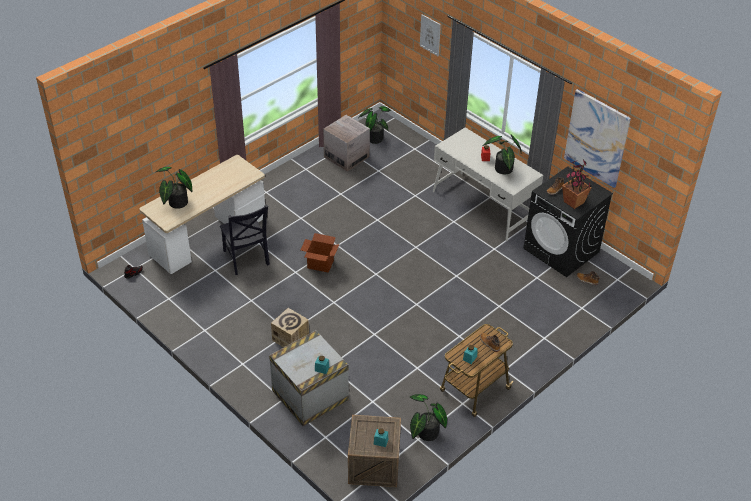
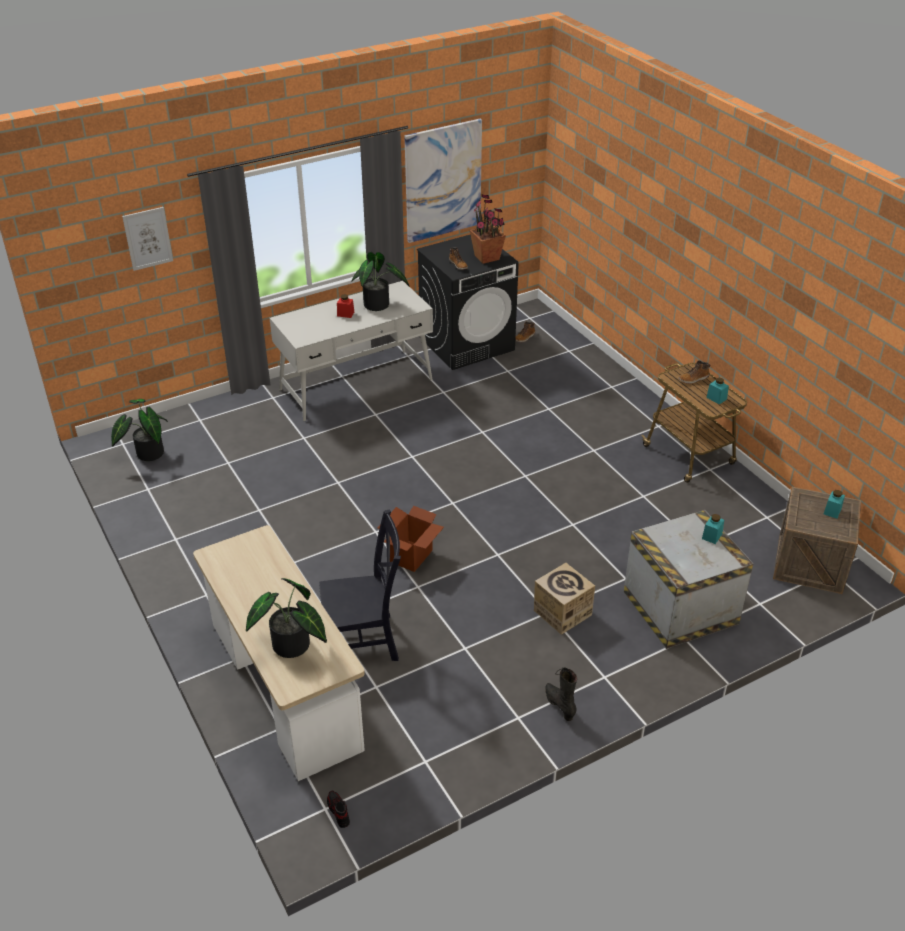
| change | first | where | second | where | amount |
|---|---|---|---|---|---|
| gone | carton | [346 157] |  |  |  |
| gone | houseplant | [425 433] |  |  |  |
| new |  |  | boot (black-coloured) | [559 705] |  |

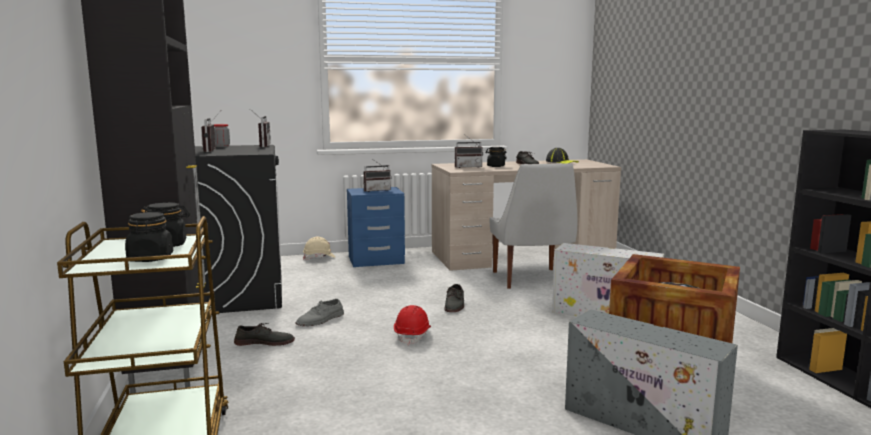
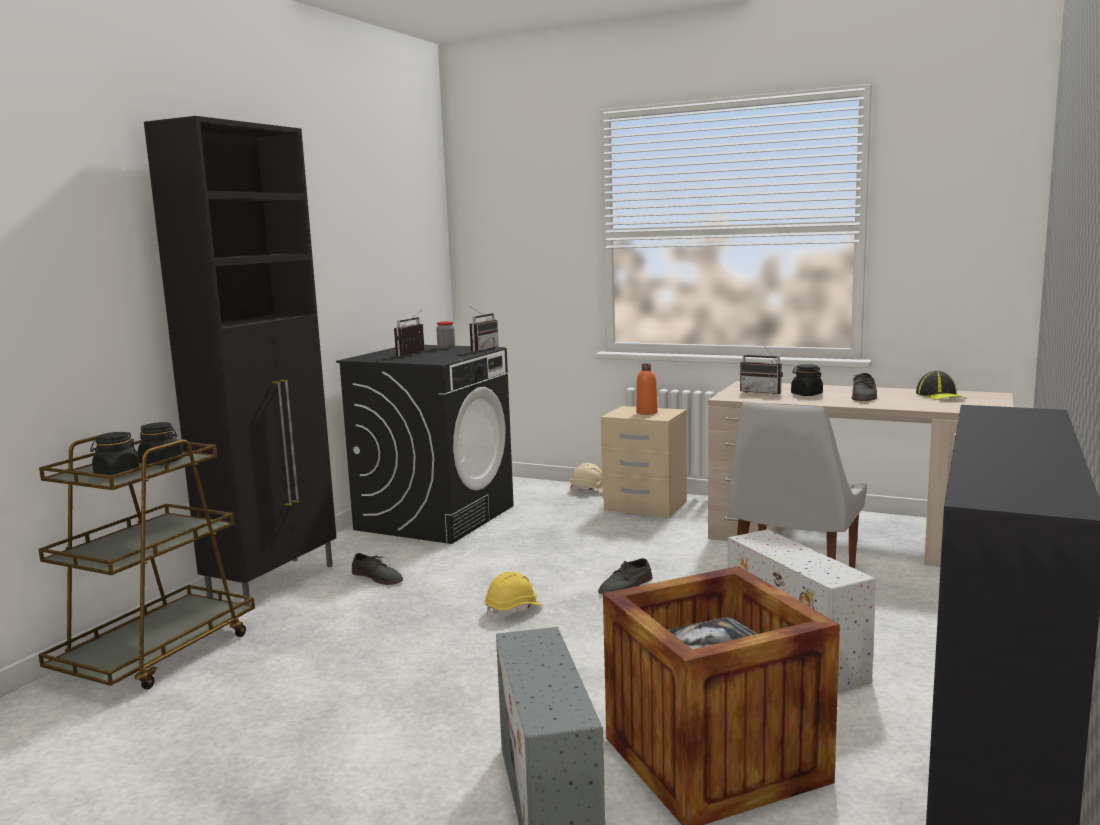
| change | first | where | second | where | amount |
|---|---|---|---|---|---|
| swapped | radio set | [376 190] | drink bottle (orange) | [646 412] |  |
| repainted | bedside table (blue-coloured) | [376 260] | bedside table (sand-coloured) | [645 506] |  |
| gone | item of footwear (gray) | [320 320] |  |  |  |
| repainted | hard hat (reddish) | [413 335] | hard hat (yellow-coloured) | [513 610] |  |

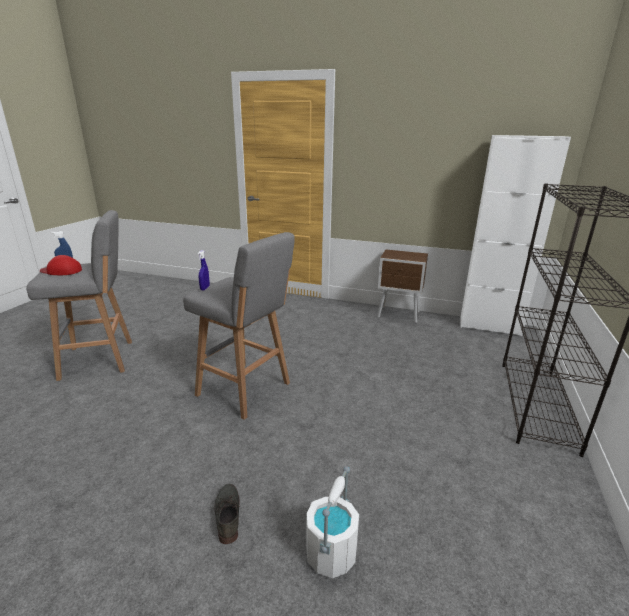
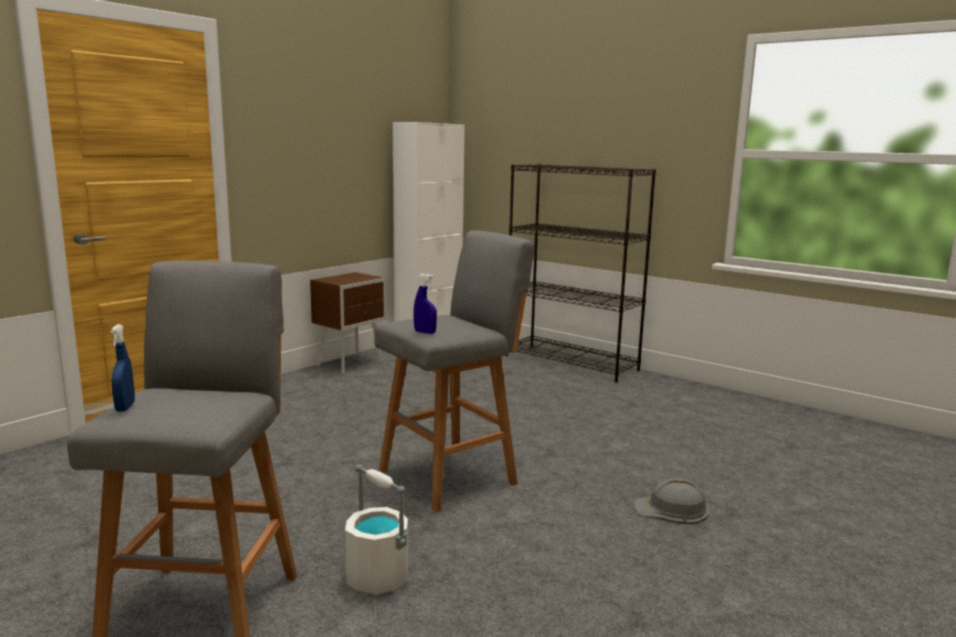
| change | first | where | second | where | amount |
|---|---|---|---|---|---|
| gone | baseball cap (reddish) | [61 271] |  |  |  |
| shifted | bucket (whitish) | [331 554] |  | [378 578] |  |
| swapped | item of footwear (gray) | [227 514] | hard hat (gray) | [672 509] |  |

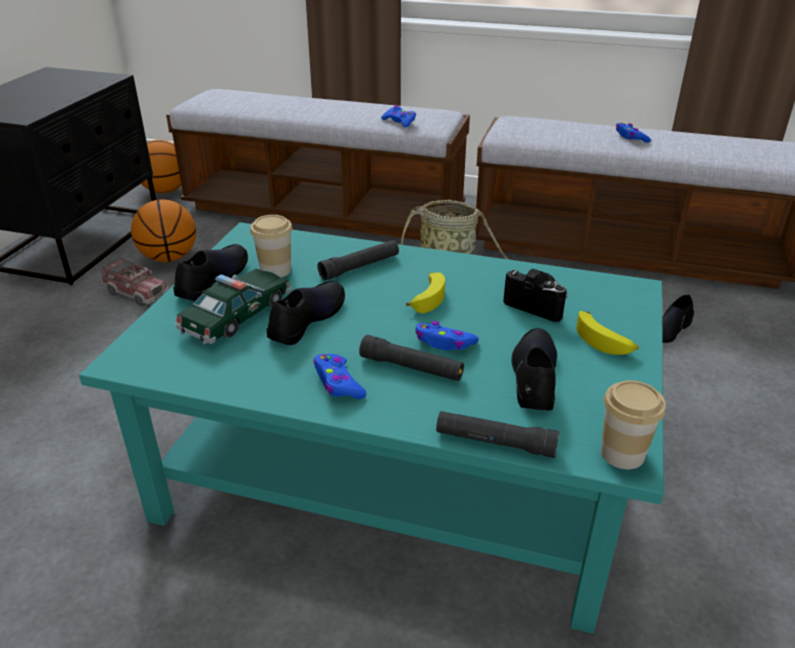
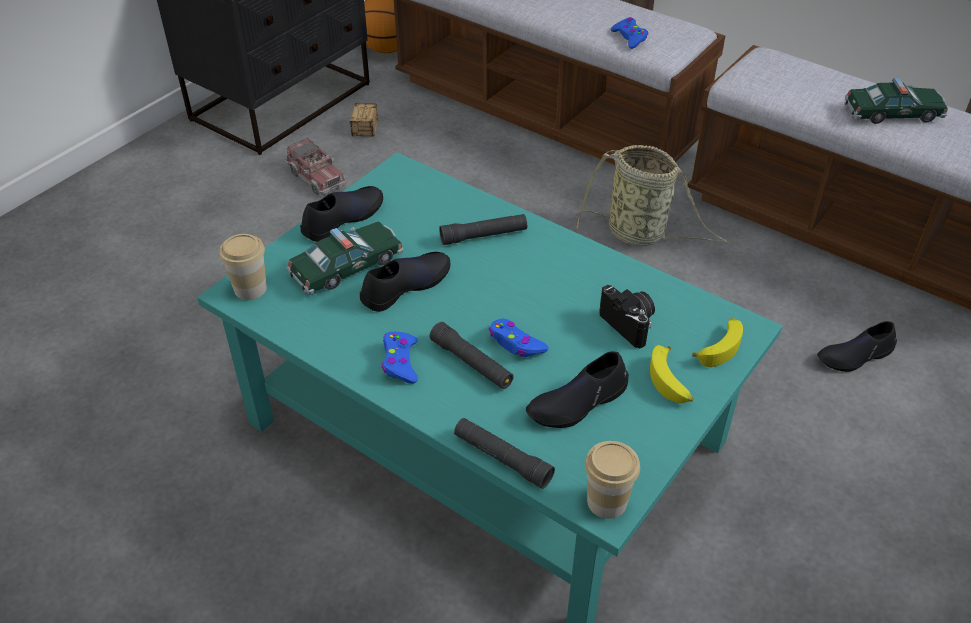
| change | first | where | second | where | amount |
|---|---|---|---|---|---|
| swapped | gamepad (blue-coloured) | [630 137] | miniature car | [892 113] |  |
| swapped | ball for basketball | [169 258] | storage box | [362 141] |  |
| shifted | small cup | [275 270] |  | [250 288] |  |
| shifted | whole banana | [427 297] |  | [719 346] |  |
| rotated | item of footwear (black-coloured) | [534 376] |  | [577 402] | 150 degrees counterclockwise |

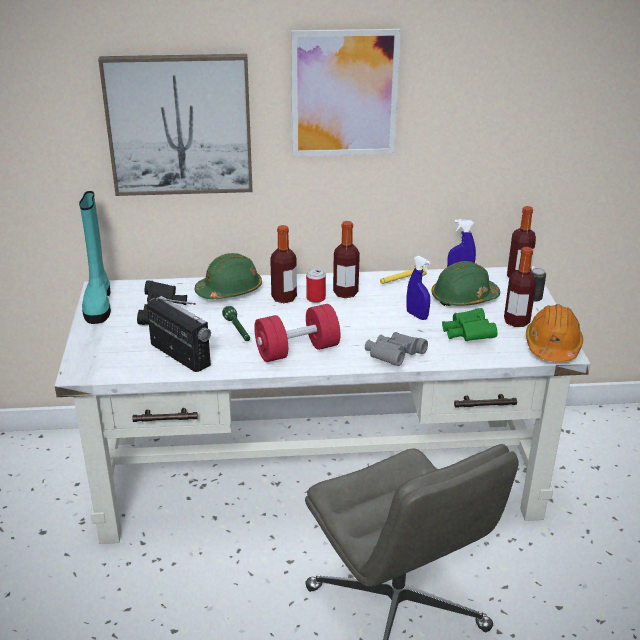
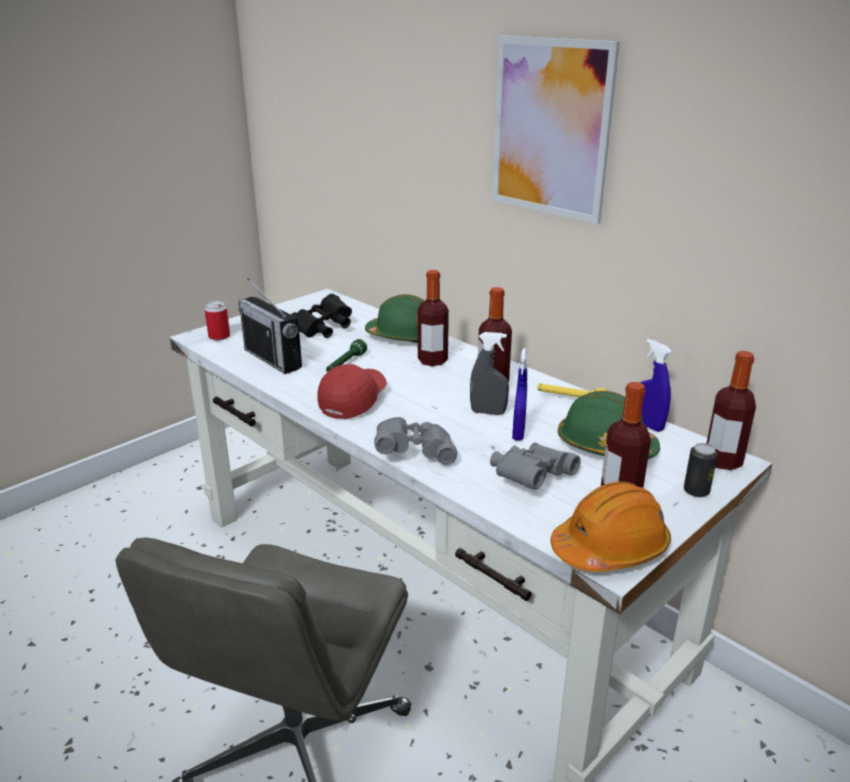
| change | first | where | second | where | amount |
|---|---|---|---|---|---|
| gone | picture | [179 125] |  |  |  |
| gone | boot (turquoise-coloured) | [98 303] |  |  |  |
| shifted | metal can | [316 298] |  | [219 337] |  |
| rotated | radio set | [180 355] |  | [272 359] | 135 degrees clockwise |
| swapped | dumbbell (reddish) | [297 350] | baseball cap (reddish) | [353 401] |  |
| repainted | field glasses (green) | [467 335] | field glasses (gray) | [531 478] |  |
| new |  |  | hand sprayer (gray) | [488 412] |  |

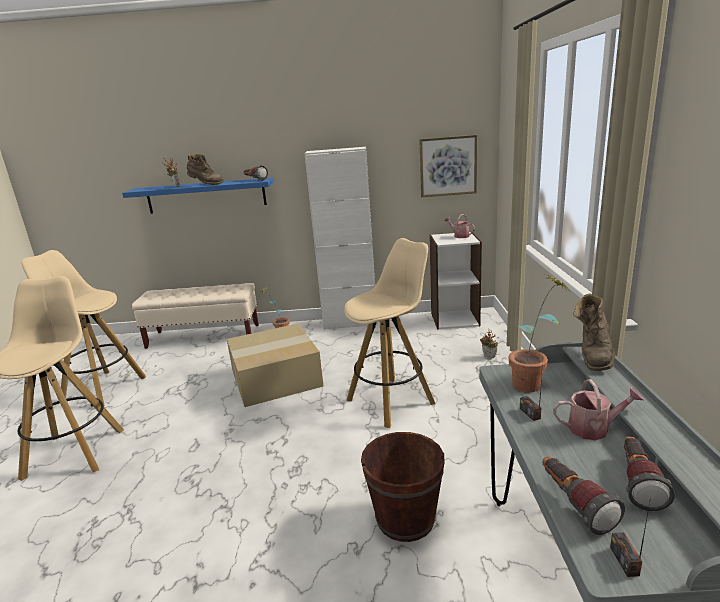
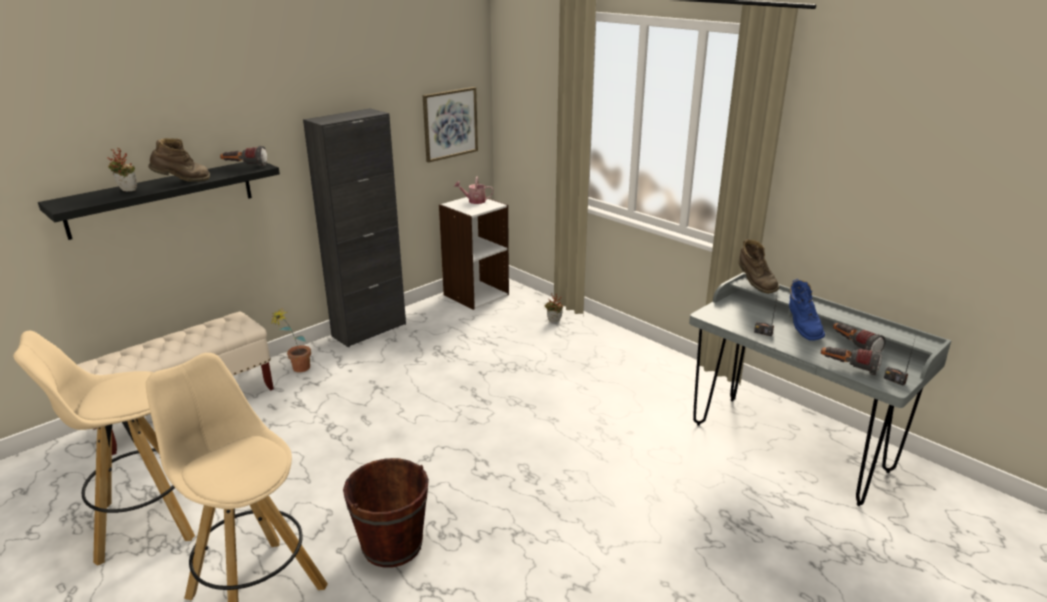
| change | first | where | second | where | amount |
|---|---|---|---|---|---|
| repainted | cabinet (whitish) | [350 323] | cabinet (black-coloured) | [369 330] |  |
| repainted | shelf (blue-coloured) | [206 196] | shelf (black-coloured) | [162 198] |  |
| gone | stool seat (sand-coloured) | [391 401] |  |  |  |
| gone | houseplant | [534 383] |  |  |  |
| gone | carton | [275 379] |  |  |  |
| swapped | watering can | [594 428] | boot (blue-coloured) | [801 328] |  |
| shifted | bucket (brownish) | [405 518] |  | [392 545] |  |

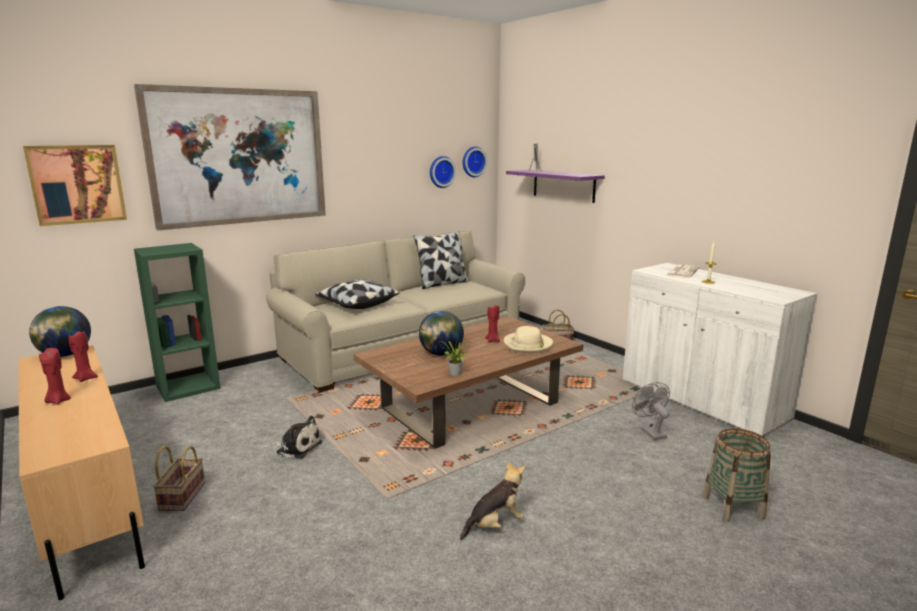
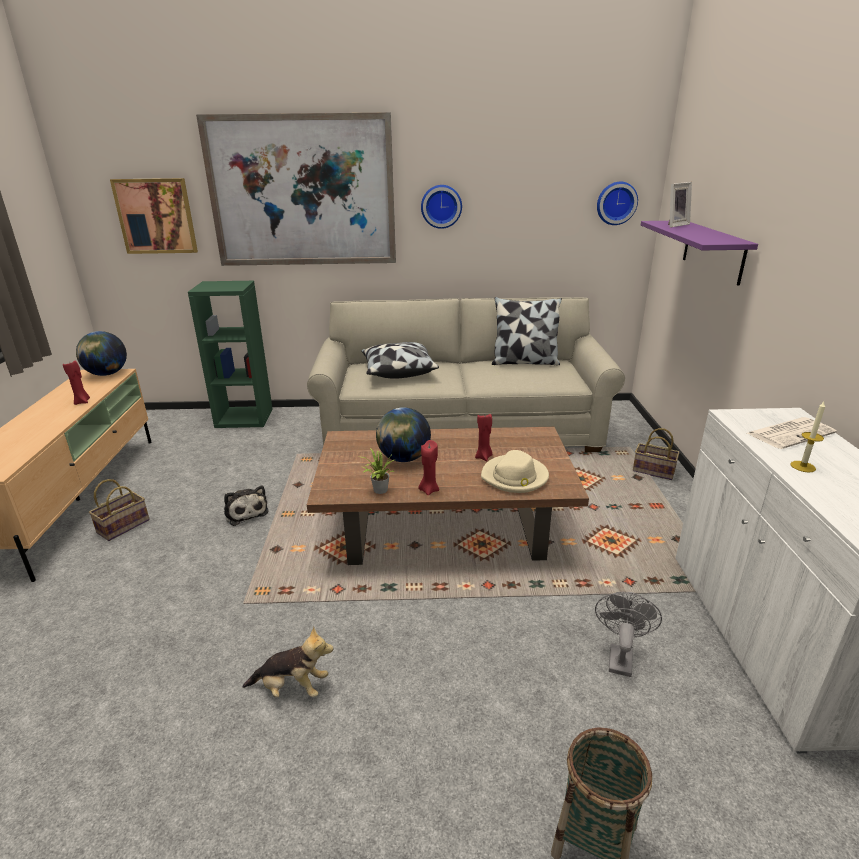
| change | first | where | second | where | amount |
|---|---|---|---|---|---|
| shifted | wall clock | [441 172] |  | [441 206] |  |
| shifted | wax light (reddish) | [58 401] |  | [429 490] |  |

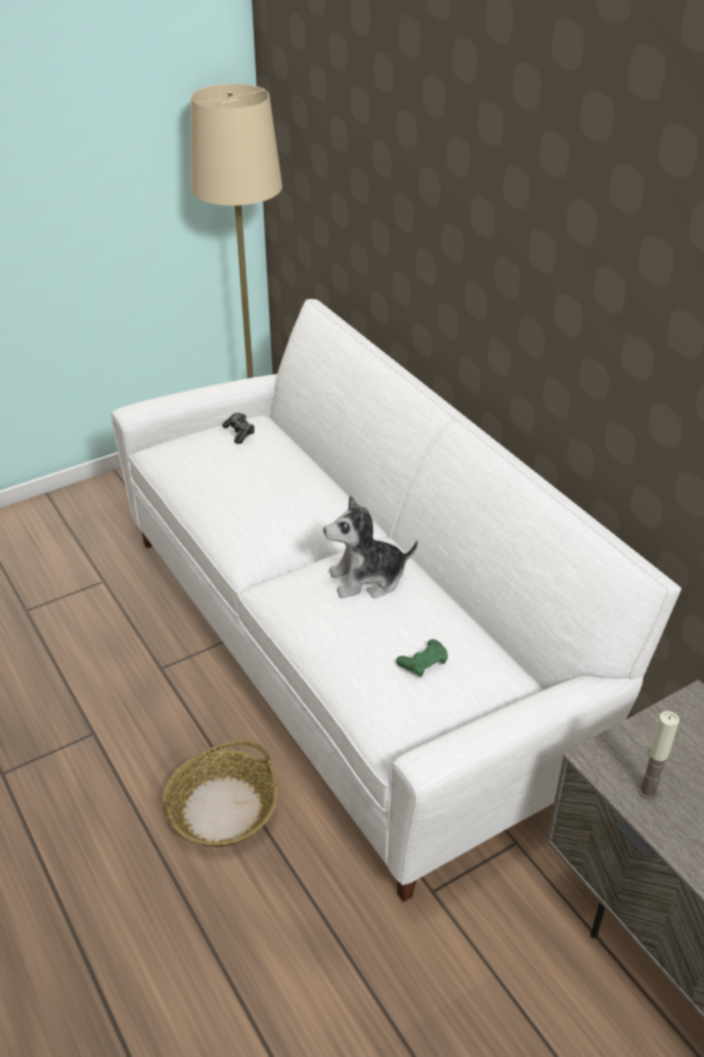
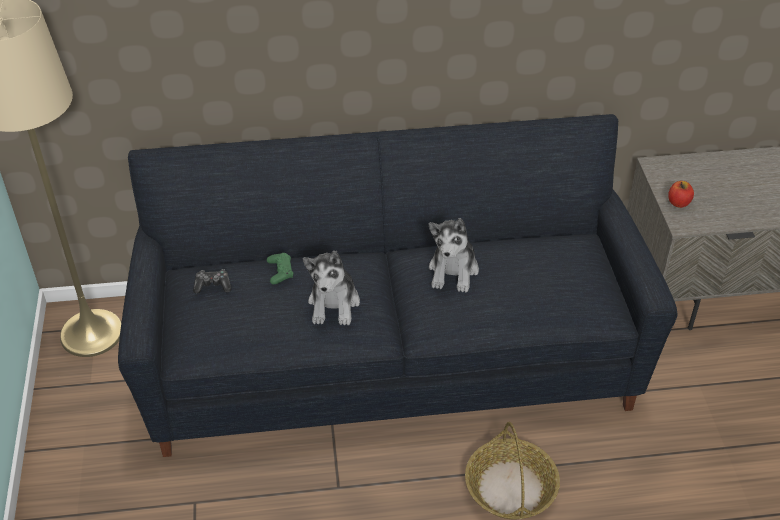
| change | first | where | second | where | amount |
|---|---|---|---|---|---|
| repainted | settee (whitish) | [352 648] | settee (black-coloured) | [390 354] |  |
| shifted | gamepad (green) | [423 662] |  | [280 271] |  |
| gone | wax light | [648 791] |  |  |  |
| new |  |  | whole apple | [678 202] |  |
| new |  |  | cuddly toy | [334 303] |  |

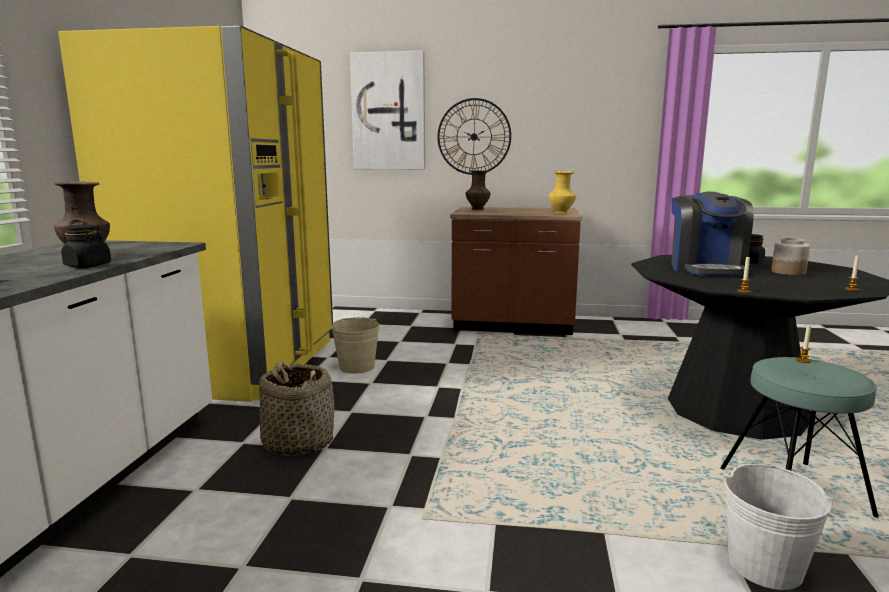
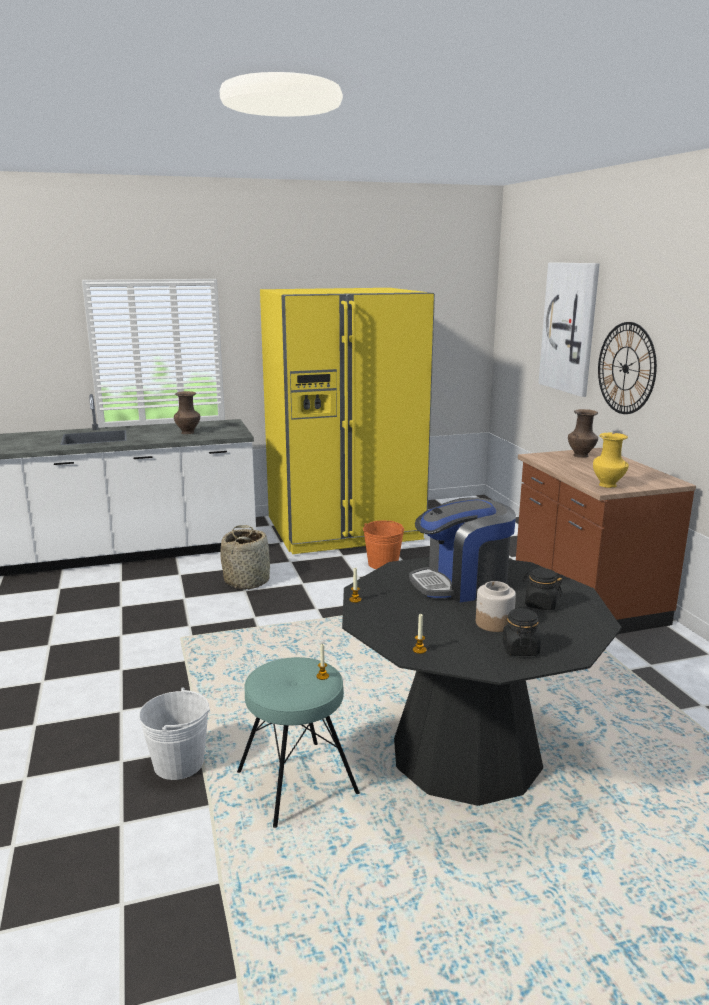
| change | first | where | second | where | amount |
|---|---|---|---|---|---|
| shifted | jar (black-coloured) | [87 265] |  | [520 649] |  |
| repainted | bucket (sand-coloured) | [357 367] | bucket (orange) | [383 564] |  |

